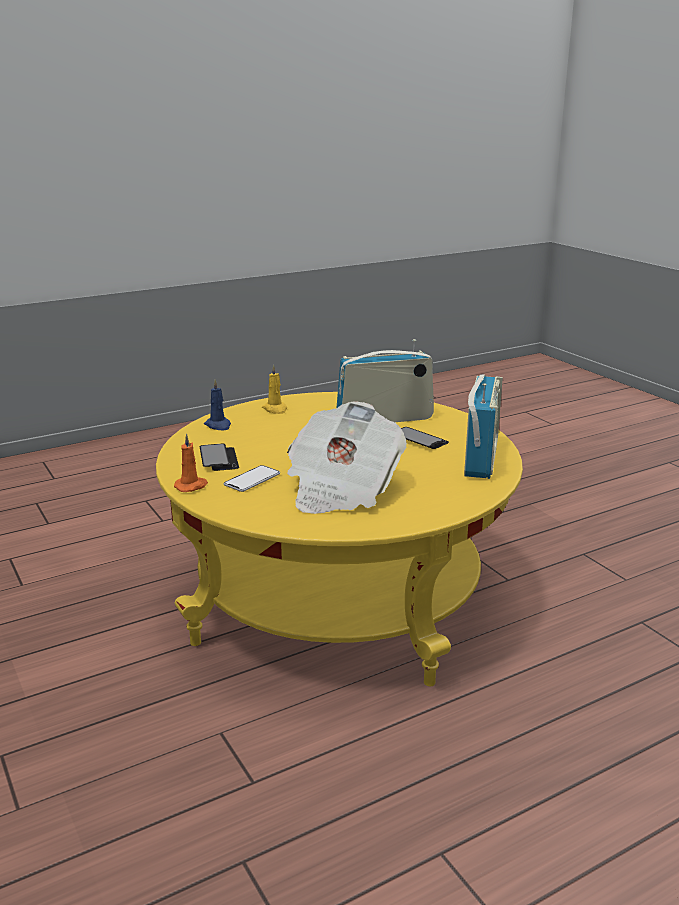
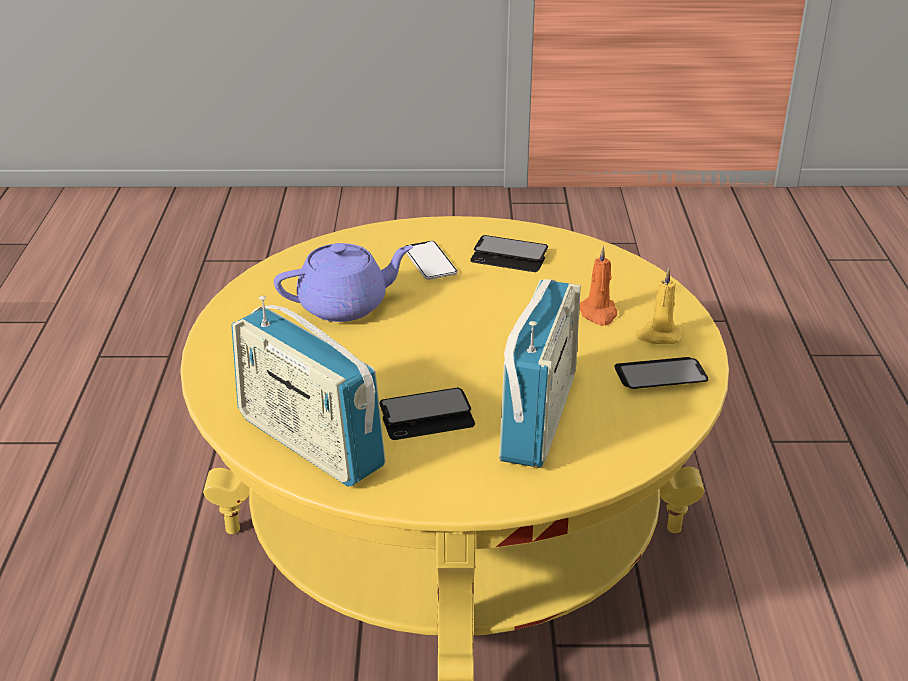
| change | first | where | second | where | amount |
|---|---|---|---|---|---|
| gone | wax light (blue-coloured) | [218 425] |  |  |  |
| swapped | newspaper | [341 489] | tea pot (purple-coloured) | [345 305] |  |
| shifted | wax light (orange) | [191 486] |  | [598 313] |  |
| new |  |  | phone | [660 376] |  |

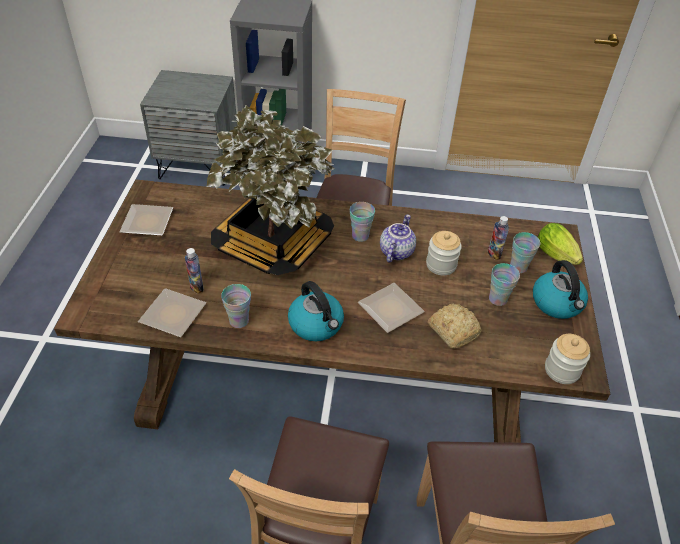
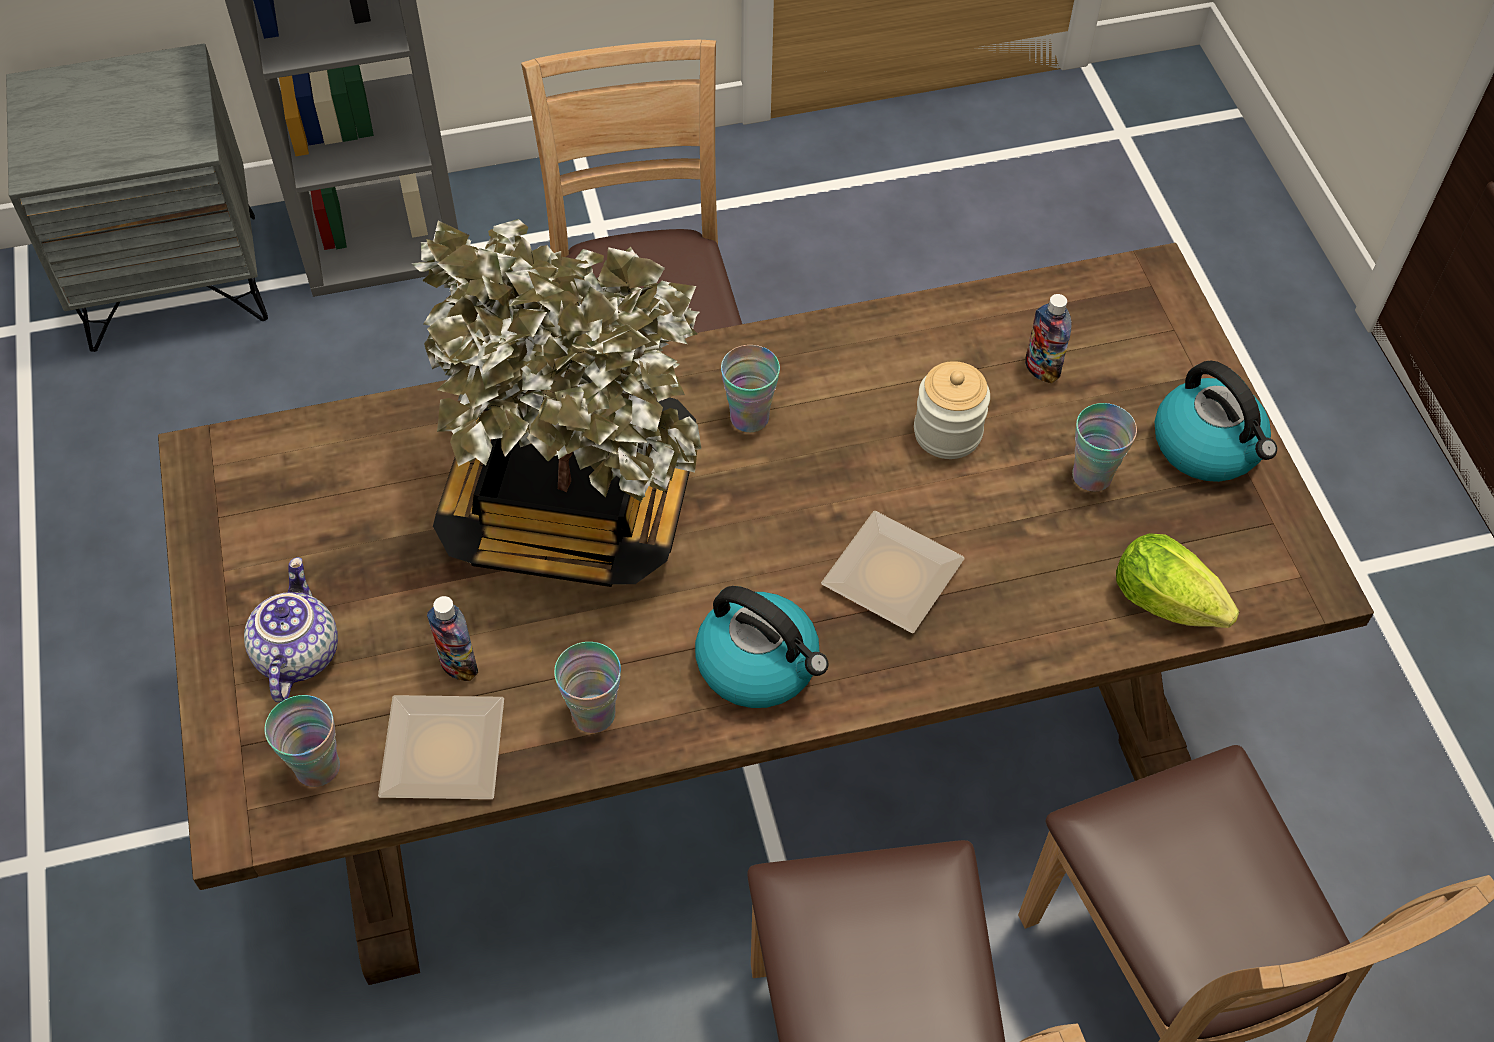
| change | first | where | second | where | amount |
|---|---|---|---|---|---|
| gone | dinner plate | [146 221] |  |  |  |
| shifted | tea pot | [395 251] |  | [296 653] |  |
| shifted | lettuce | [557 257] |  | [1172 606] |  |
| shifted | small cup | [518 267] |  | [317 767] |  |
| gone | bread | [453 330] |  |  |  |
| gone | jar | [562 370] |  |  |  |

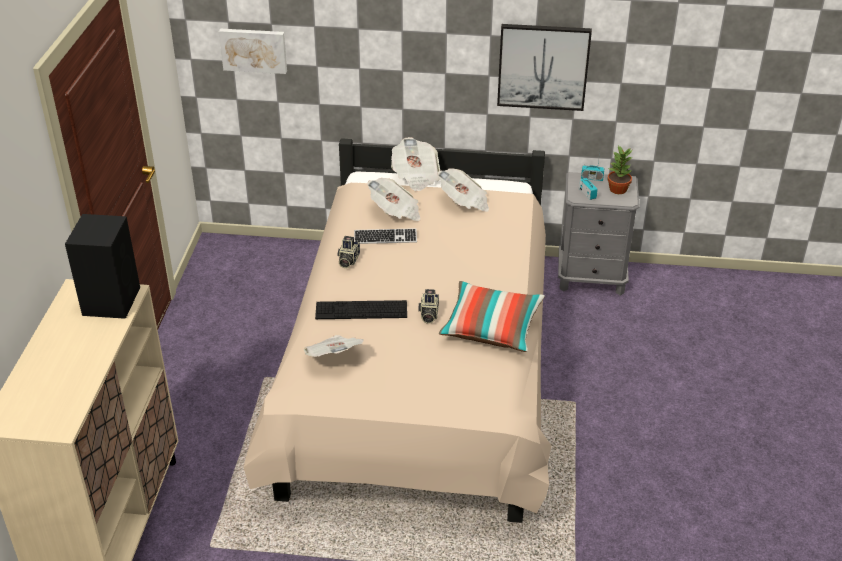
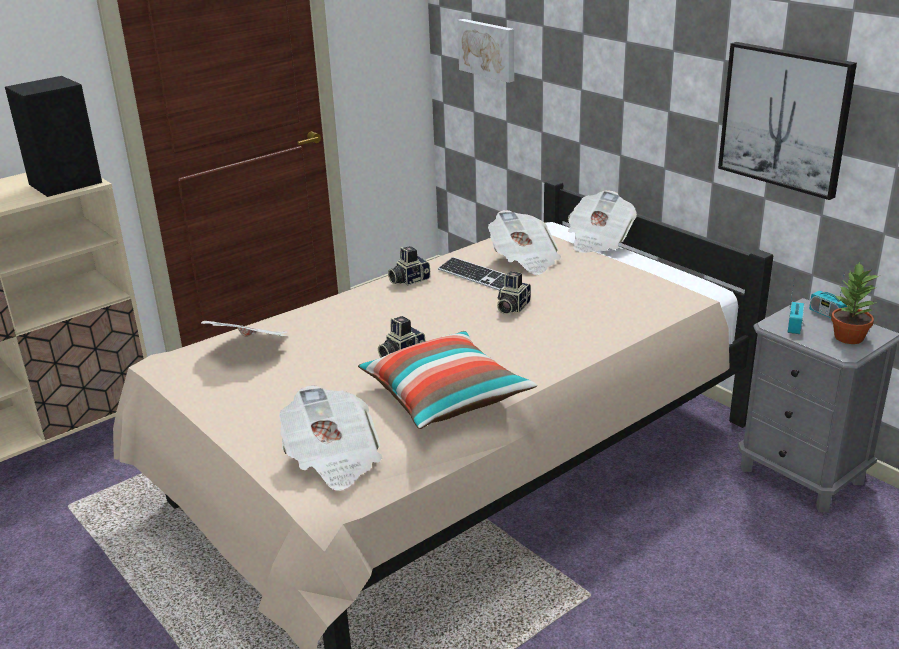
| change | first | where | second | where | amount |
|---|---|---|---|---|---|
| shifted | newspaper | [464 202] |  | [333 459] |  |
| gone | computer keyboard | [361 310] |  |  |  |
| new |  |  | still camera | [512 307] |  |

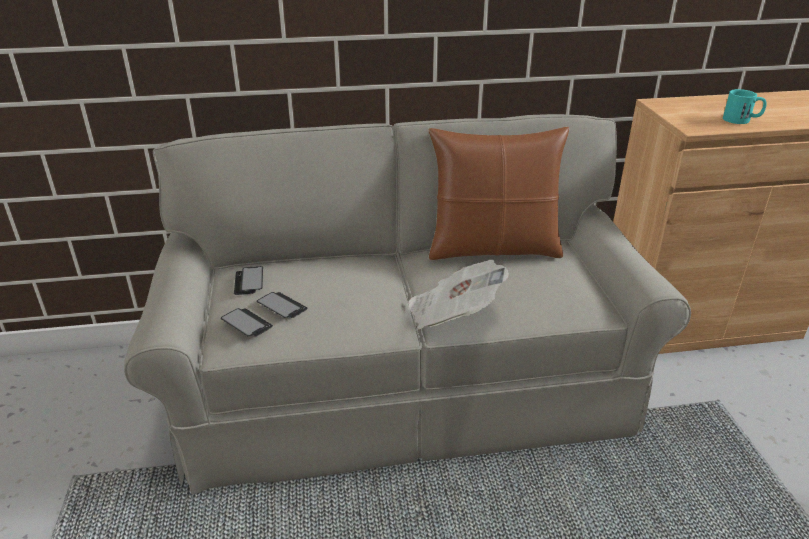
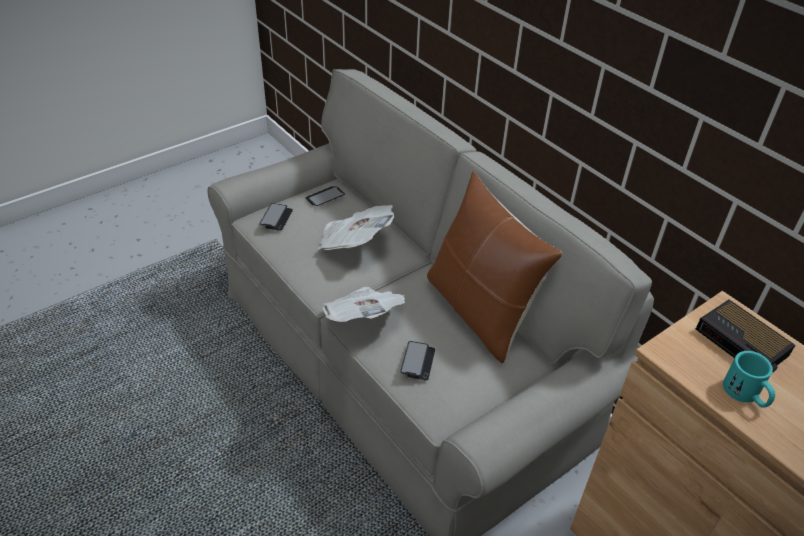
| change | first | where | second | where | amount |
|---|---|---|---|---|---|
| shifted | phone | [282 306] |  | [418 361] |  |
| new |  |  | newspaper | [354 243] |  |
| new |  |  | alarm clock | [743 343] |  |

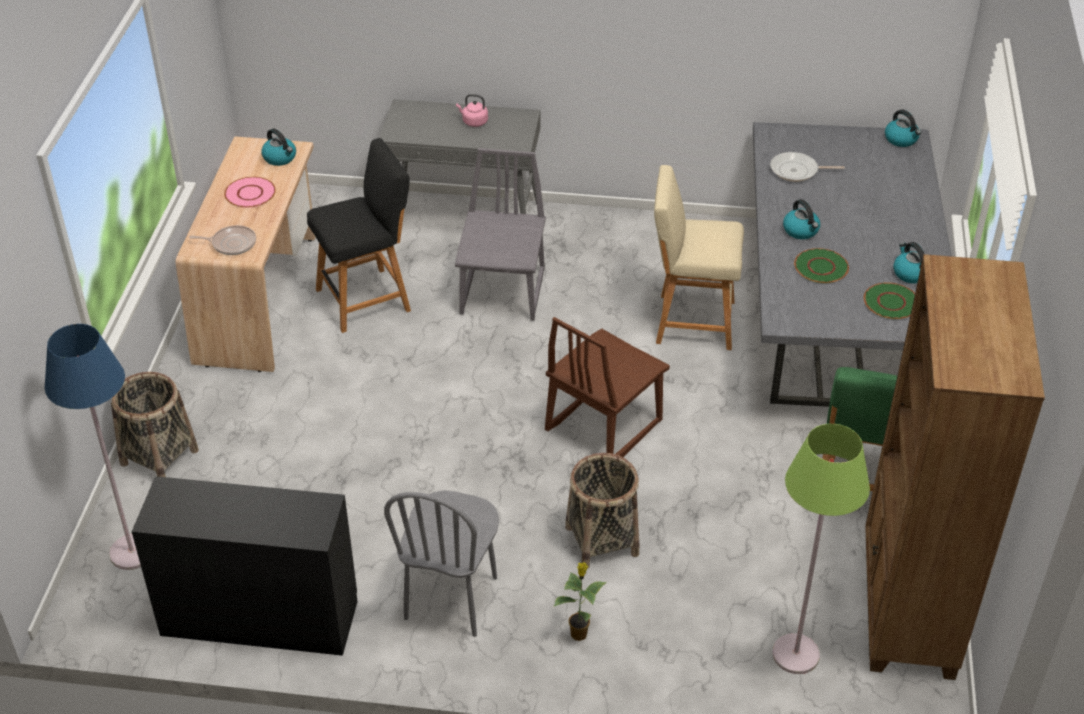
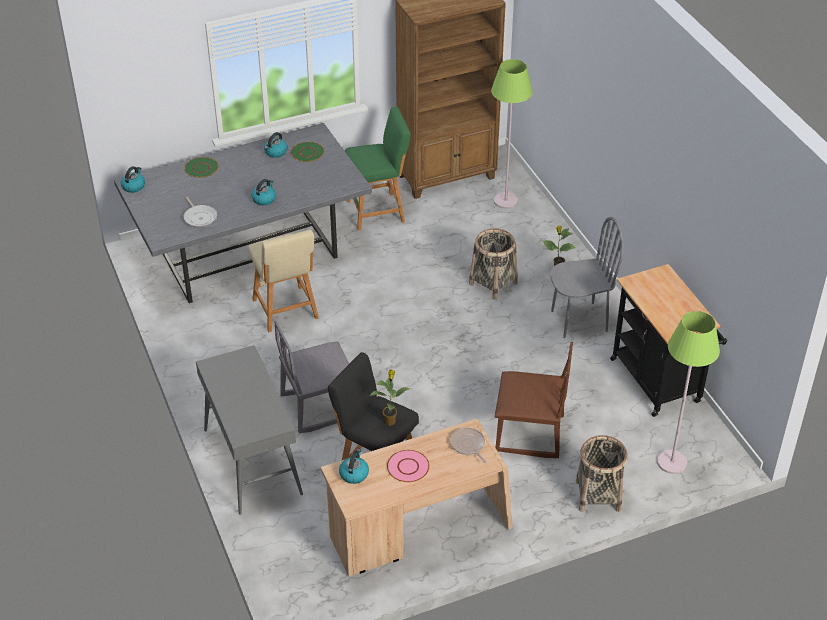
| change | first | where | second | where | amount |
|---|---|---|---|---|---|
| gone | water kettle (pinkish) | [473 122] |  |  |  |
| shifted | dinner plate (green) | [821 267] |  | [201 168] |  |
| shifted | plain chair (brownish) | [602 425] |  | [529 434] |  |
| repainted | standard lamp (blue-coloured) | [132 552] | standard lamp (green) | [671 462] |  |
| swapped | desk unit (black-coloured) | [259 618] | wheeled cart (black-coloured) | [659 385] |  |
| new |  |  | houseplant | [390 421] |  |

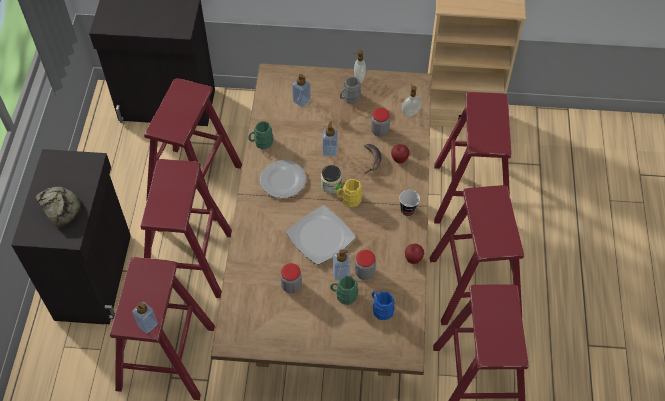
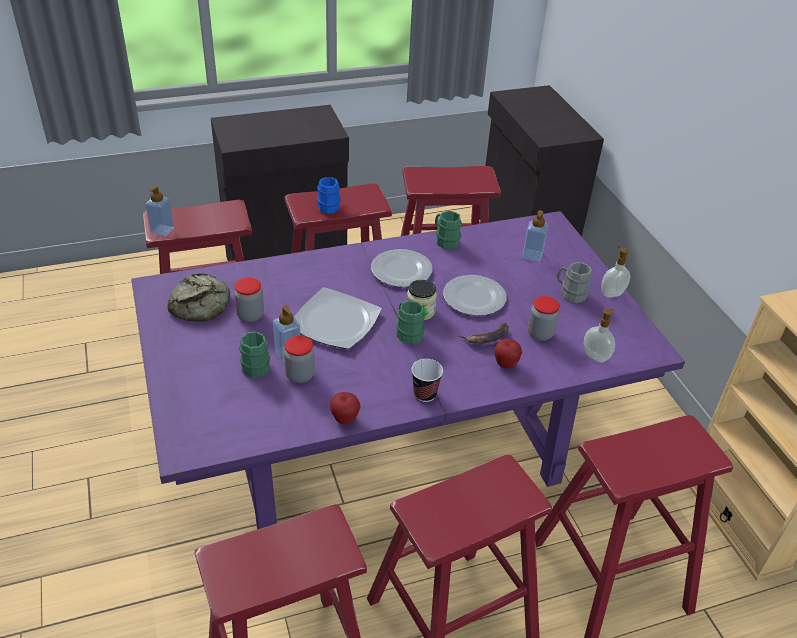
| change | first | where | second | where | amount |
|---|---|---|---|---|---|
| repainted | dining table (brownish) | [332 270] | dining table (purple-coloured) | [392 449] |  |
| swapped | soap dispenser | [330 151] | dinner plate | [473 297] |  |
| repainted | coffee mug (yellow-coloured) | [349 200] | coffee mug (green) | [407 332] |  |
| shifted | bread | [59 207] |  | [202 304] |  |
| shifted | coffee mug (blue-coloured) | [381 309] |  | [330 206] |  |

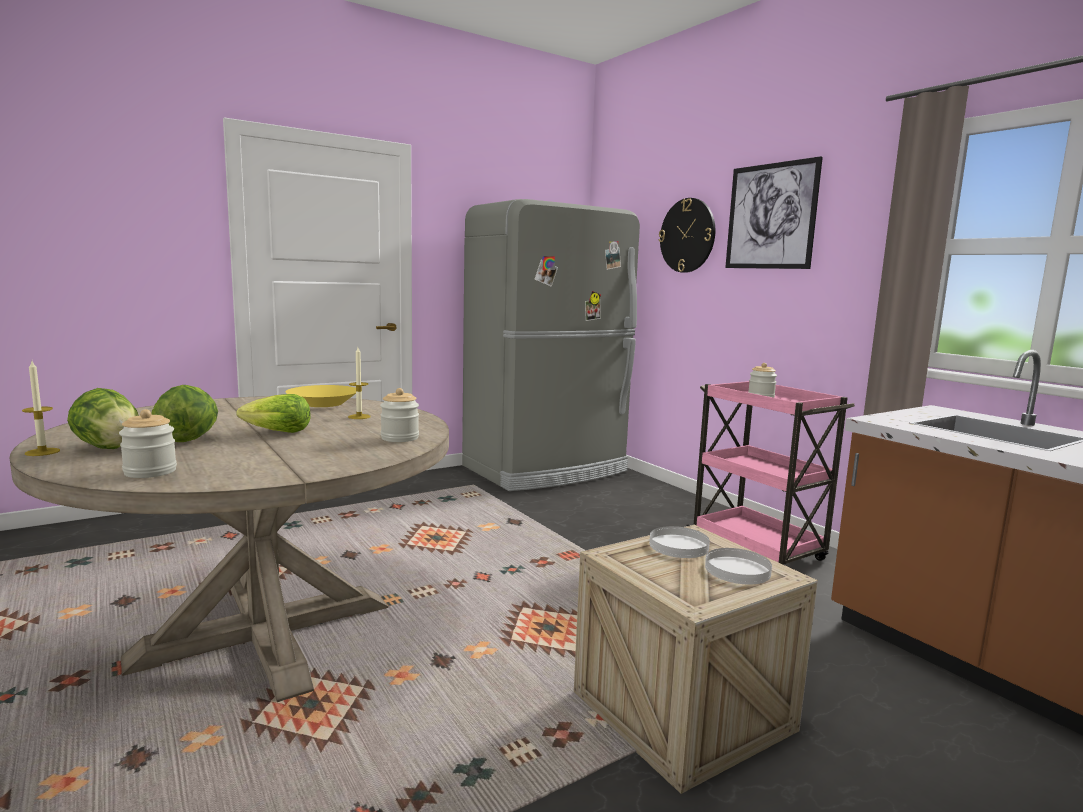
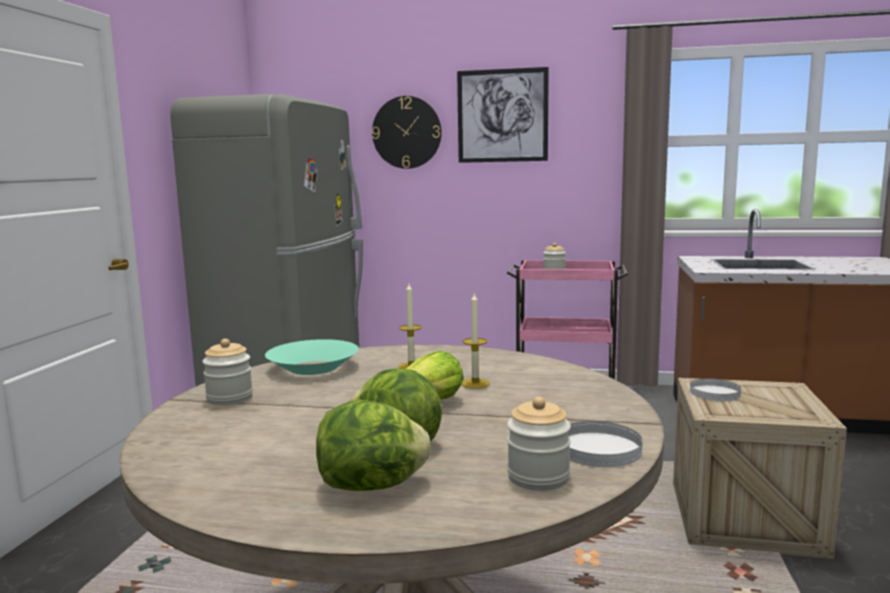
| change | first | where | second | where | amount |
|---|---|---|---|---|---|
| shifted | wax light | [42 452] |  | [475 383] |  |
| repainted | serving bowl (yellow-coloured) | [323 403] | serving bowl (turquoise-coloured) | [313 367] |  |
| shifted | jar | [400 438] |  | [229 398] |  |
| shifted | dinner plate (whitish) | [737 569] |  | [598 448] |  |

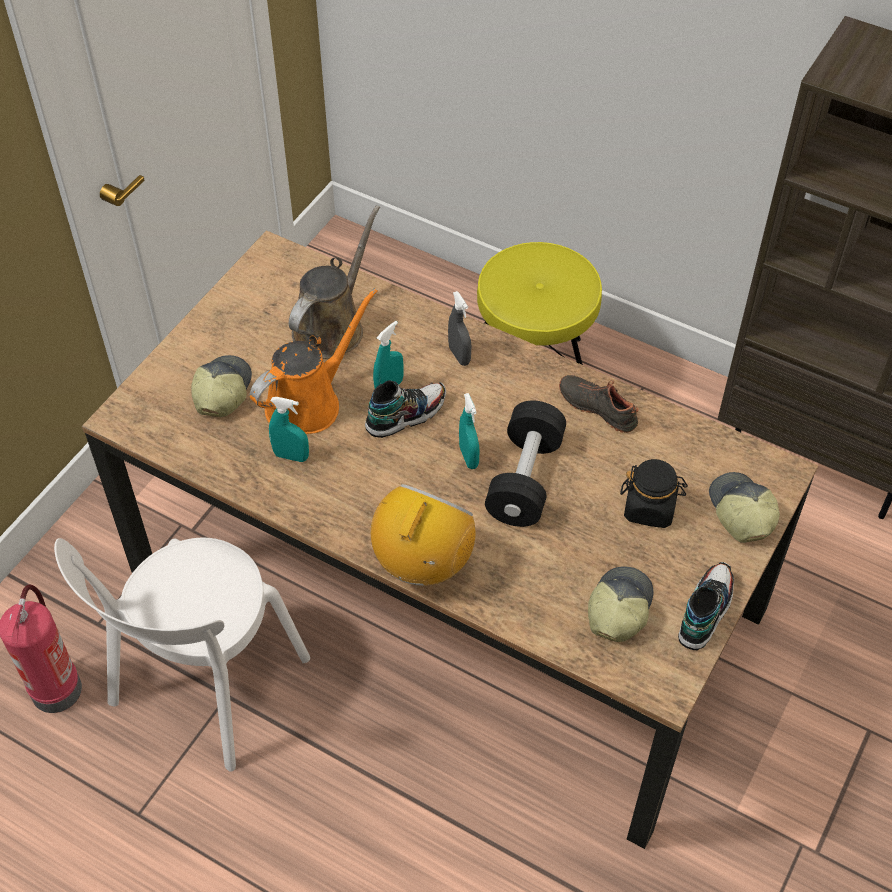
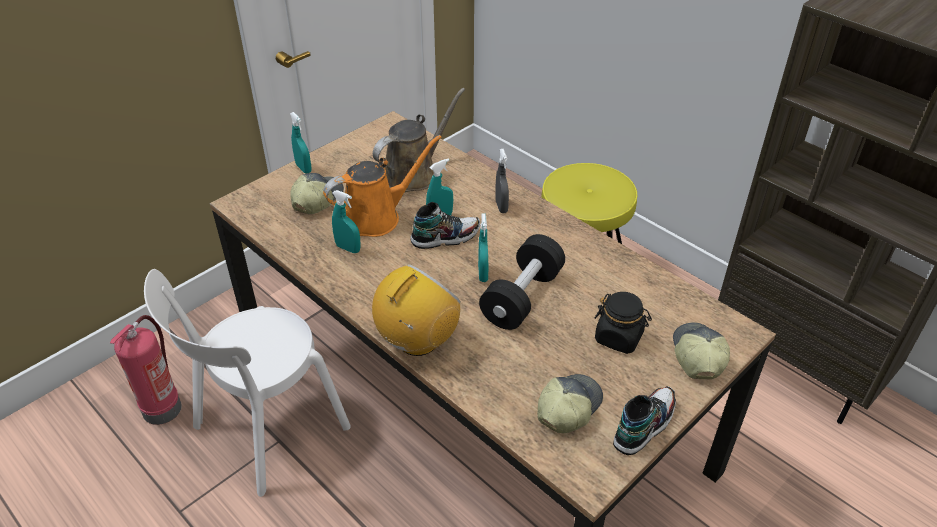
| change | first | where | second | where | amount |
|---|---|---|---|---|---|
| gone | item of footwear (black-coloured) | [599 407] |  |  |  |
| new |  |  | hand sprayer (turquoise-coloured) | [303 168] |  |

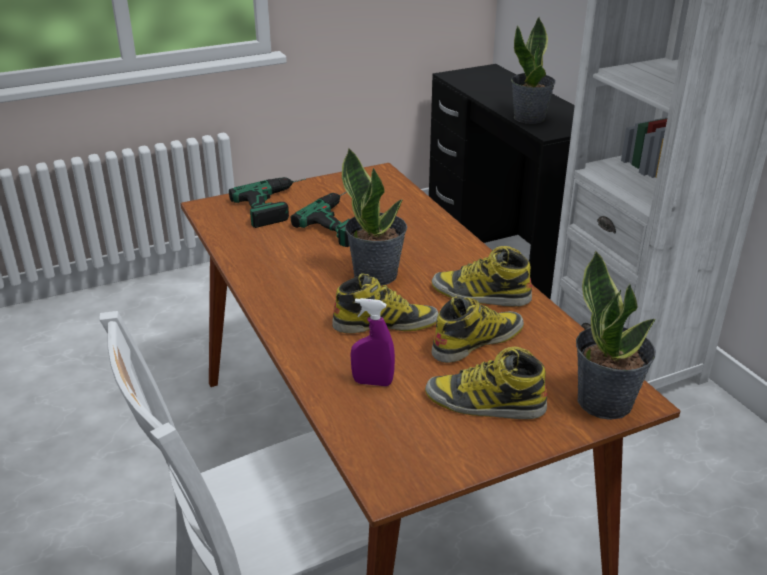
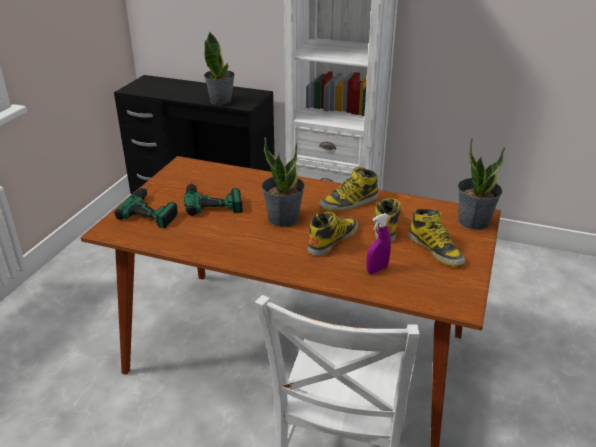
| change | first | where | second | where | amount |
|---|---|---|---|---|---|
| rotated | boot | [484 403] |  | [435 249] | 90 degrees counterclockwise |

